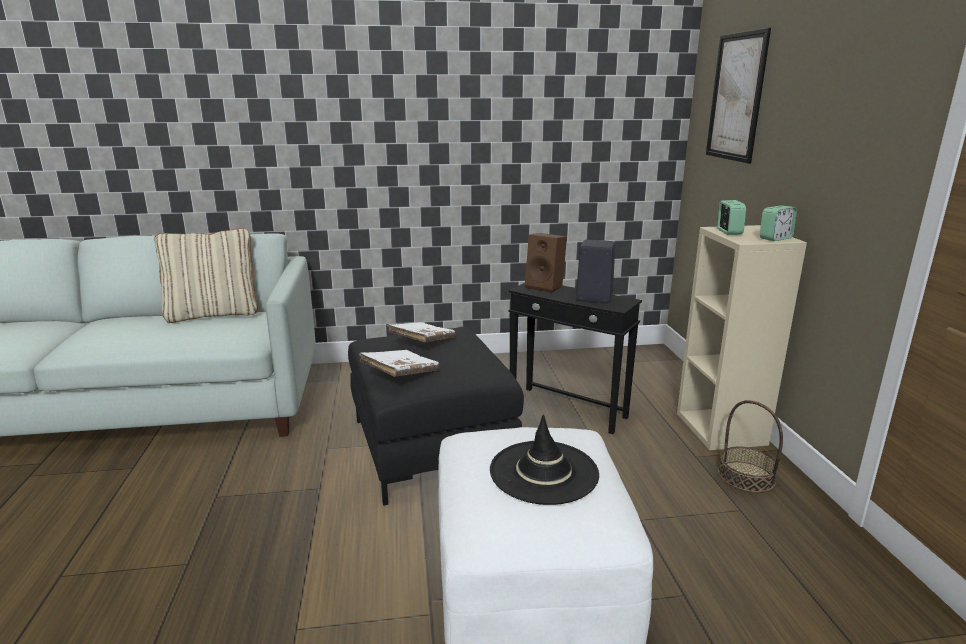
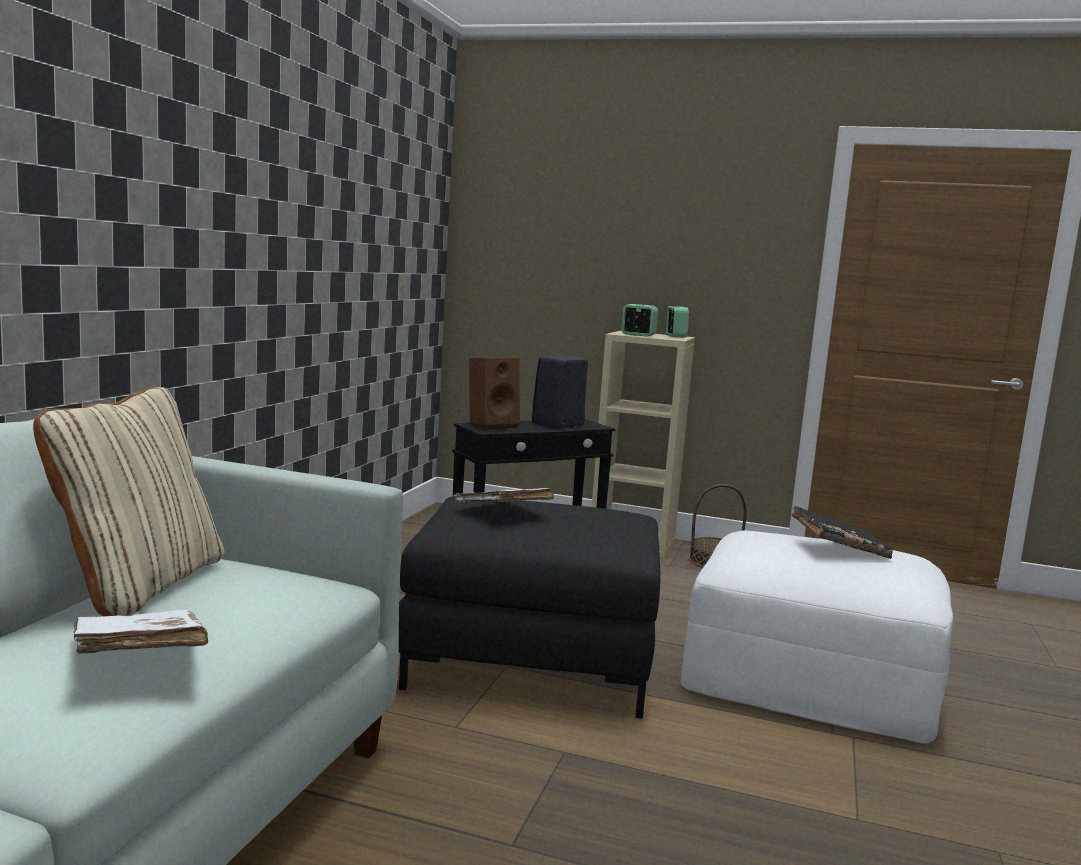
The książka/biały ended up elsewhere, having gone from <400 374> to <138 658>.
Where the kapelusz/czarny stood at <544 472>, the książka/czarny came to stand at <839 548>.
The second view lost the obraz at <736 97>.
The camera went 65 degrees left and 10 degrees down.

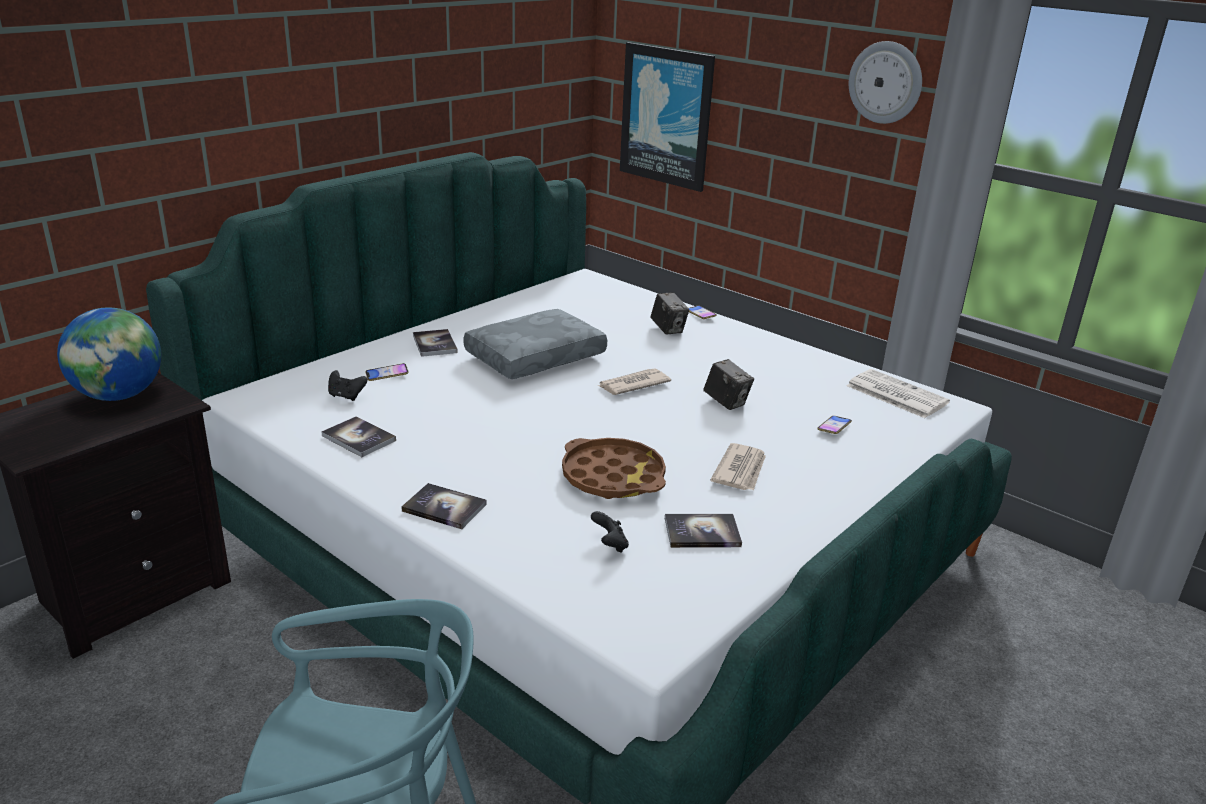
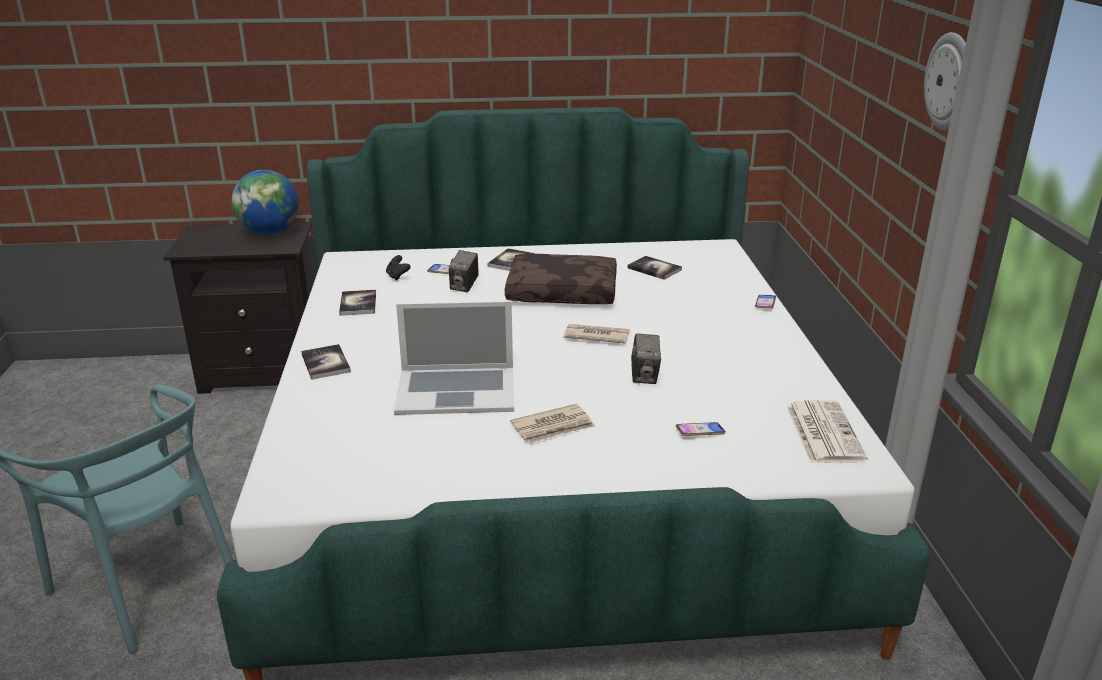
Where the taca/brązowy stood at <613 477>, the laptop came to stand at <456 390>.
The aparat fotograficzny ended up elsewhere, having gone from <668 329> to <464 286>.
What was the poduszka/szary at <535 356> turned into the poduszka/brązowy at <563 292>.
The książka ended up elsewhere, having gone from <702 532> to <654 269>.
The second view lost the pad do gier/czarny at <610 545>.
The second view lost the obraz at <666 116>.
The camera went 45 degrees right and 0 degrees up.

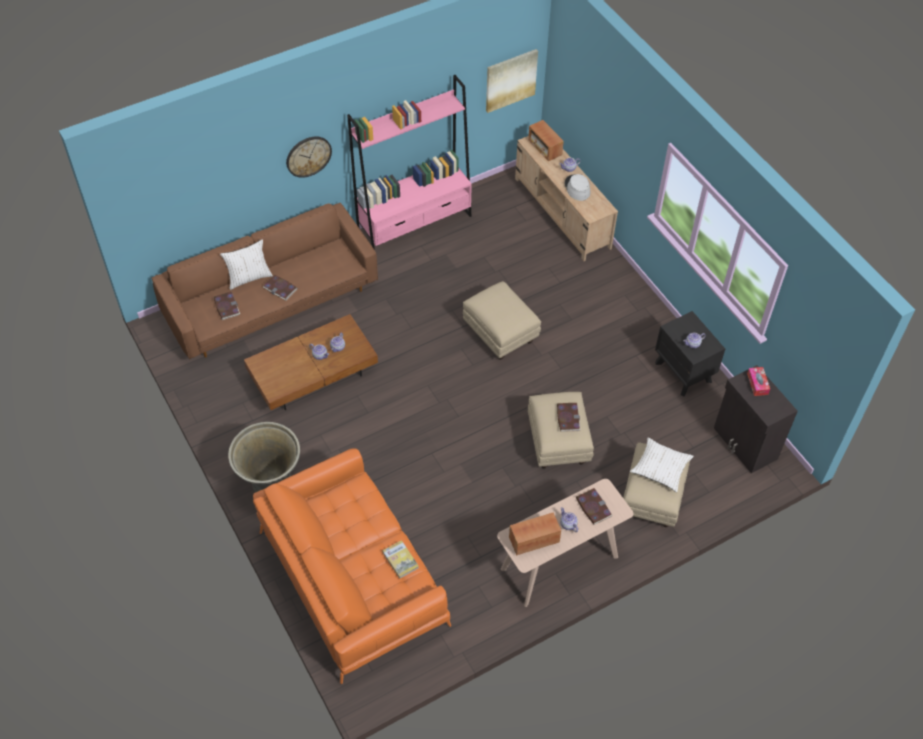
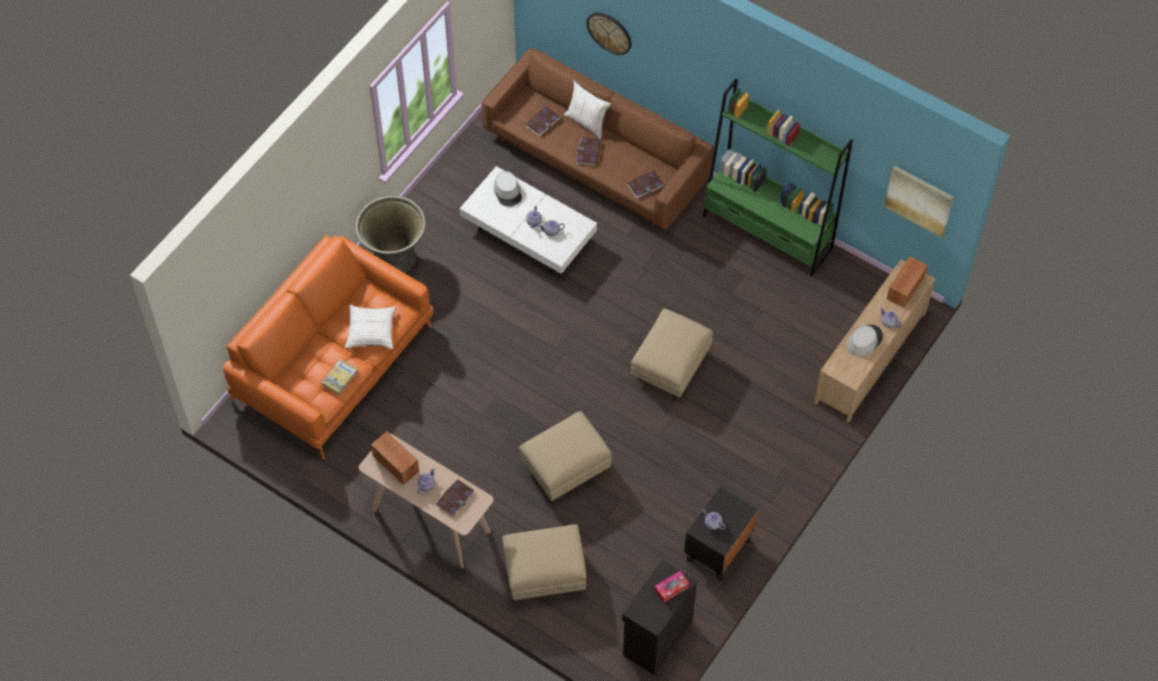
The poduszka/biały ended up elsewhere, having gone from <660 468> to <371 330>.
What was the ława/brązowy at <313 376> turned into the ława/biały at <529 234>.
The second view gained the kapelusz/szary at <508 191>.
The zegar ścienny ended up elsewhere, having gone from <308 156> to <609 32>.
The książka ended up elsewhere, having gone from <568 418> to <645 185>.
What was the regał/różowy at <415 224> turned into the regał/zielony at <768 232>.
The camera went 65 degrees right and 5 degrees up.

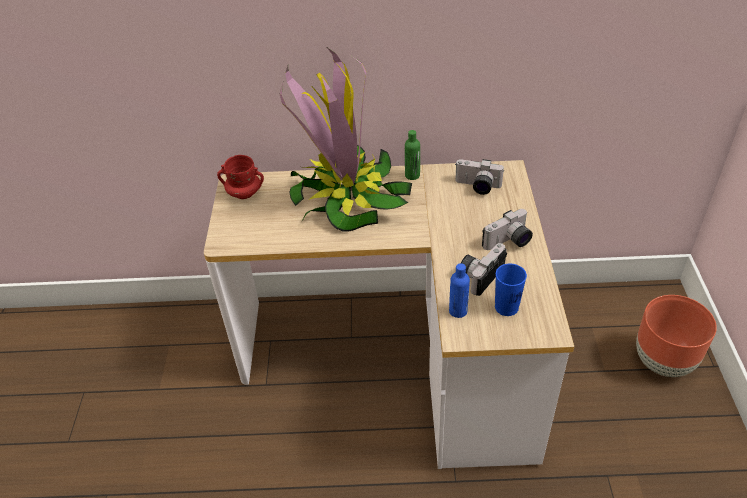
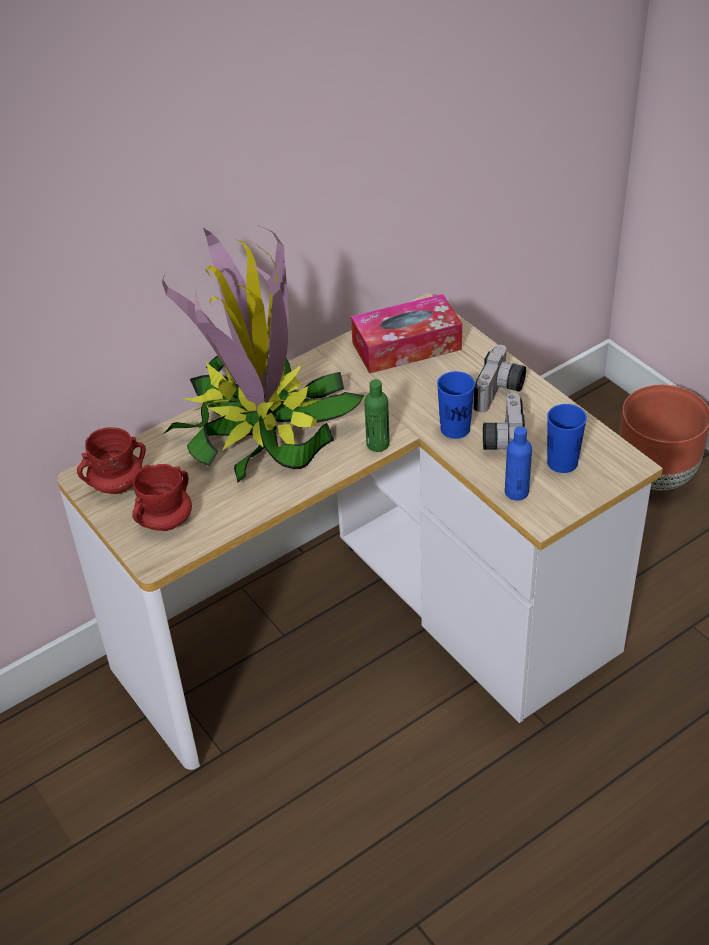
The second view gained the kubek/czerwony at <166 520>.
Where the aparat fotograficzny stood at <477 187>, the pudełko chusteczek came to stand at <406 346>.
The butelka/zielony ended up elsewhere, having gone from <412 175> to <378 444>.
The second view gained the filiżanka/niebieski at <455 429>.
The camera went 35 degrees left and 0 degrees up.

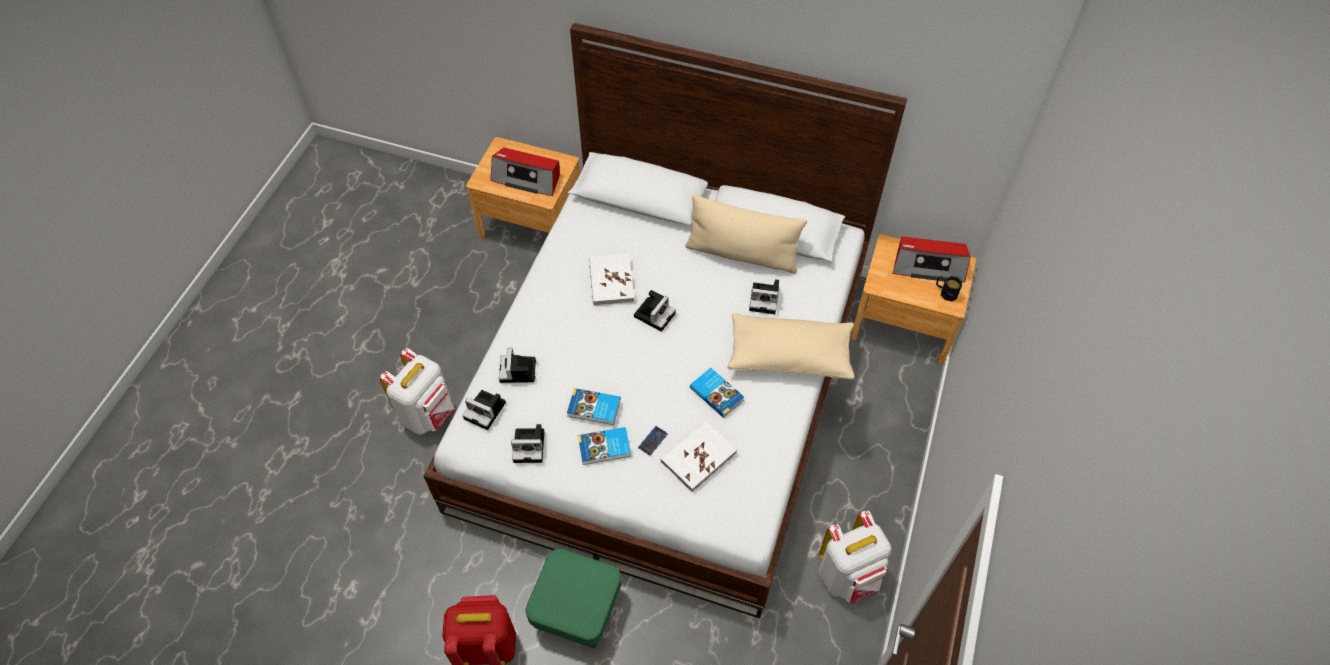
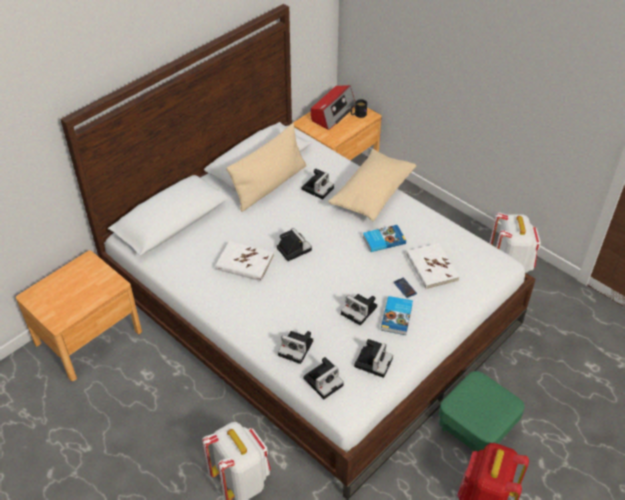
Where the książka stood at <594 409>, the aparat fotograficzny came to stand at <360 311>.
The second view lost the radio at <527 178>.
The camera went 65 degrees left and 10 degrees down.

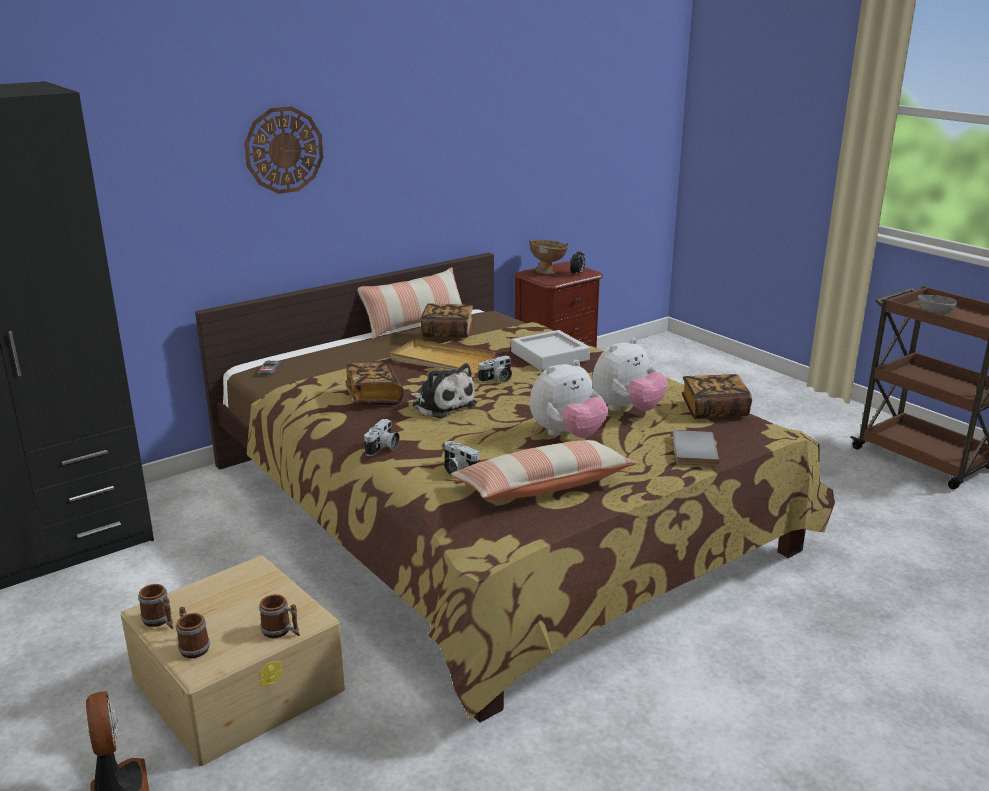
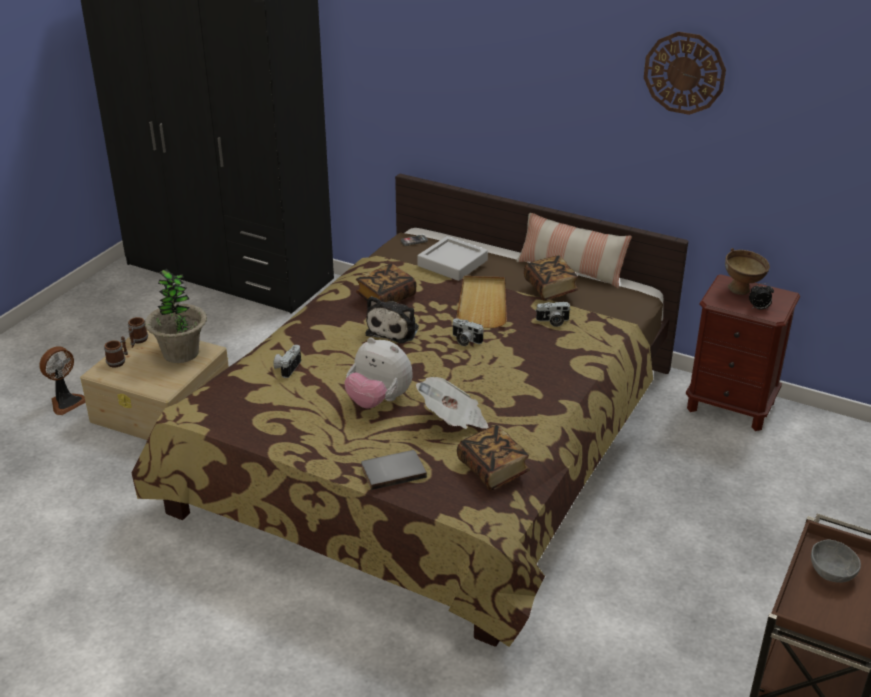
The second view gained the roślina doniczkowa at <180 353>.
Where the pluszak stood at <627 409>, the gazeta came to stand at <453 420>.
The taca/szary ended up elsewhere, having gone from <550 356> to <452 263>.
The aparat fotograficzny ended up elsewhere, having gone from <383 448> to <552 321>.
The zegar ścienny ended up elsewhere, having gone from <284 150> to <684 73>.
The second view lost the kubek at <281 631>.
The second view lost the poduszka at <543 486>.
The camera went 65 degrees right and 10 degrees up.

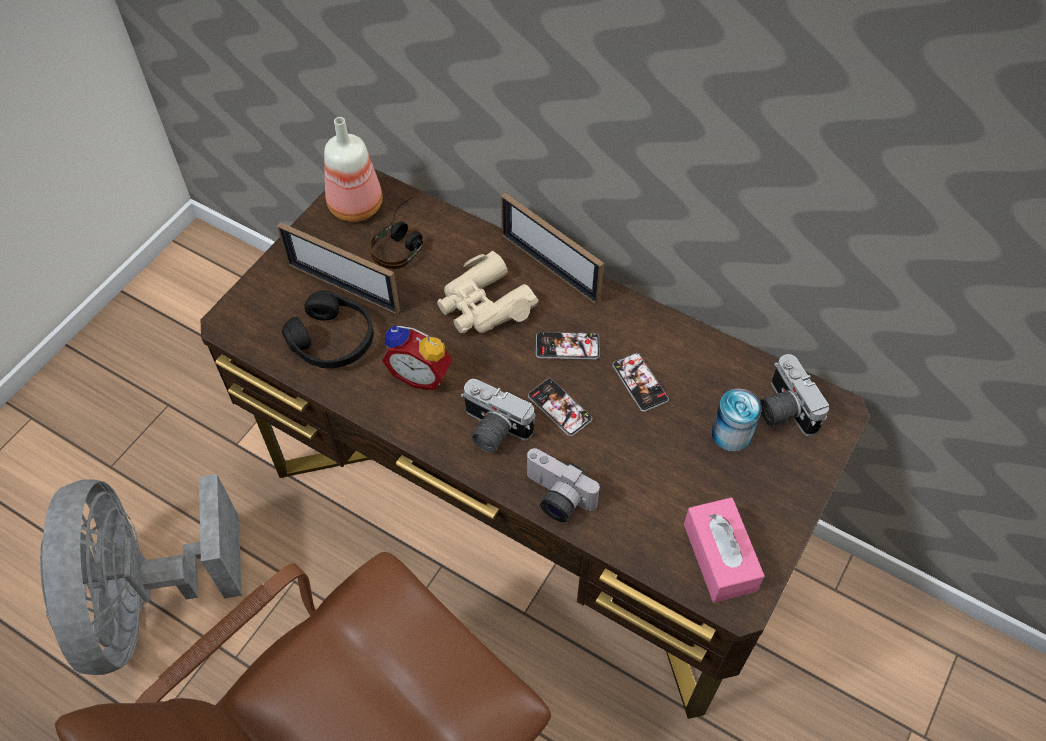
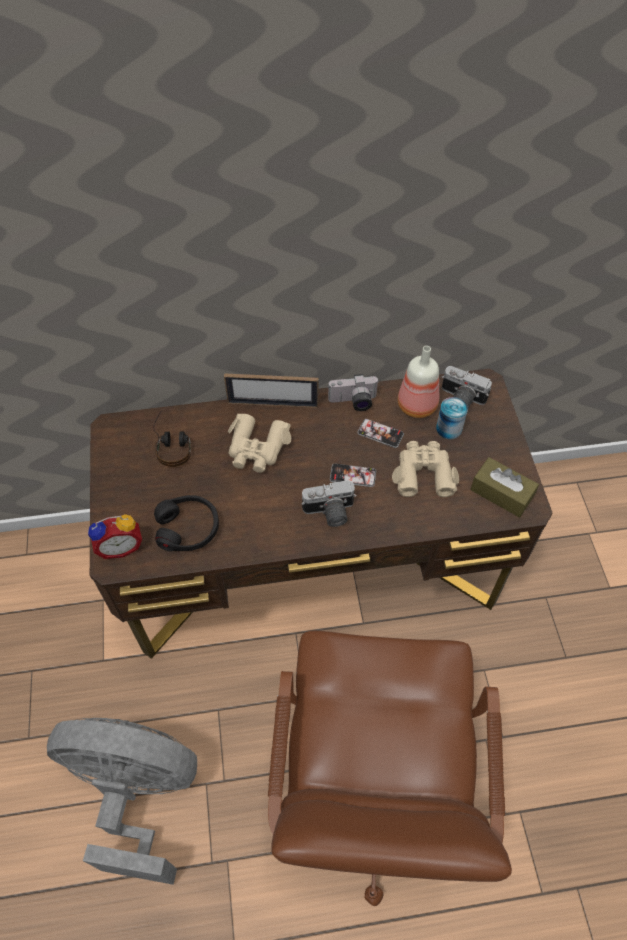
The wentylator/szary at <149 599> ended up facing another way, 150 degrees clockwise from before.
The budzik ended up elsewhere, having gone from <421 374> to <120 546>.
The aparat fotograficzny ended up elsewhere, having gone from <555 498> to <353 402>.
The second view gained the lornetka/beżowy at <423 473>.
The butelka ended up elsewhere, having gone from <357 207> to <418 405>.
What was the pudełko chusteczek/różowy at <719 557> turned into the pudełko chusteczek/brązowy at <501 493>.
The second view lost the ramka na zdjęcie at <343 287>.
The second view lost the telefon at <567 346>.
The camera went 40 degrees left and 0 degrees up.

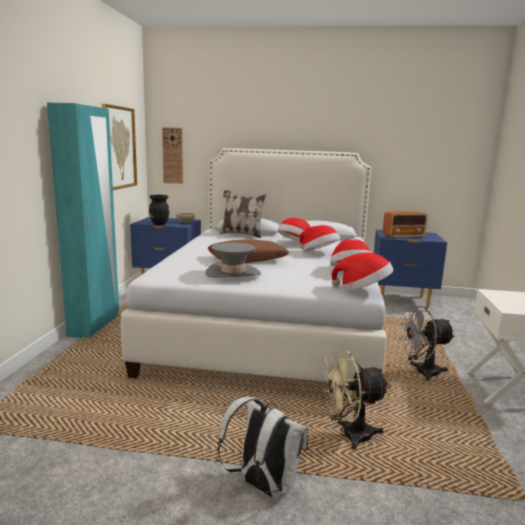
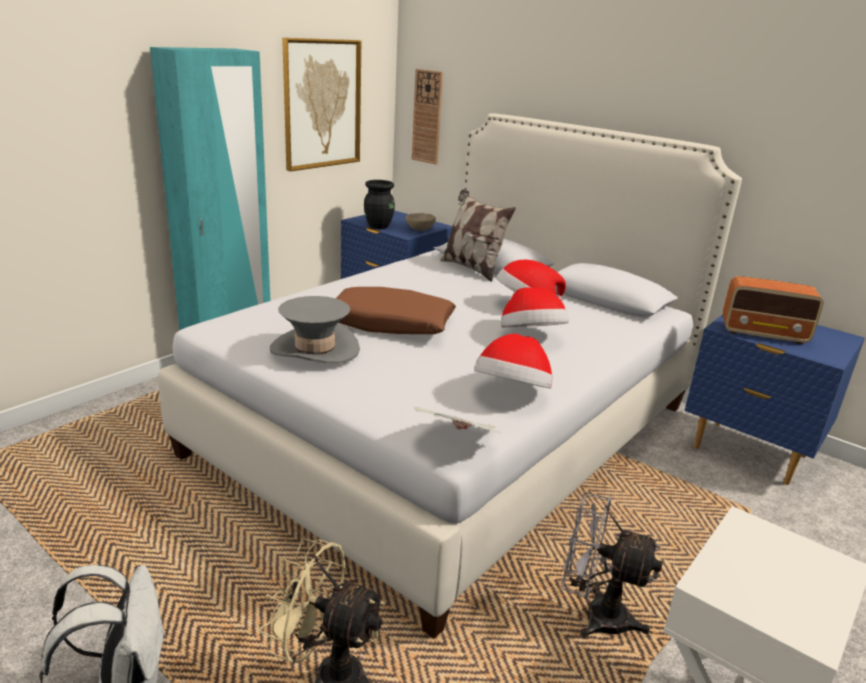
Where the kapelusz stood at <362 290>, the gazeta came to stand at <460 442>.
The camera went 30 degrees right and 10 degrees up.

